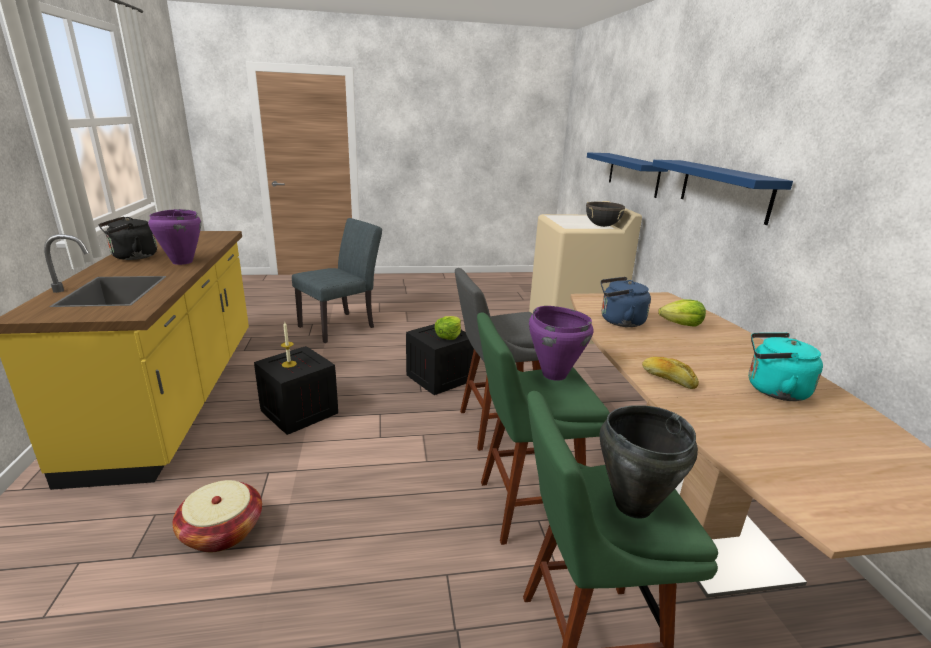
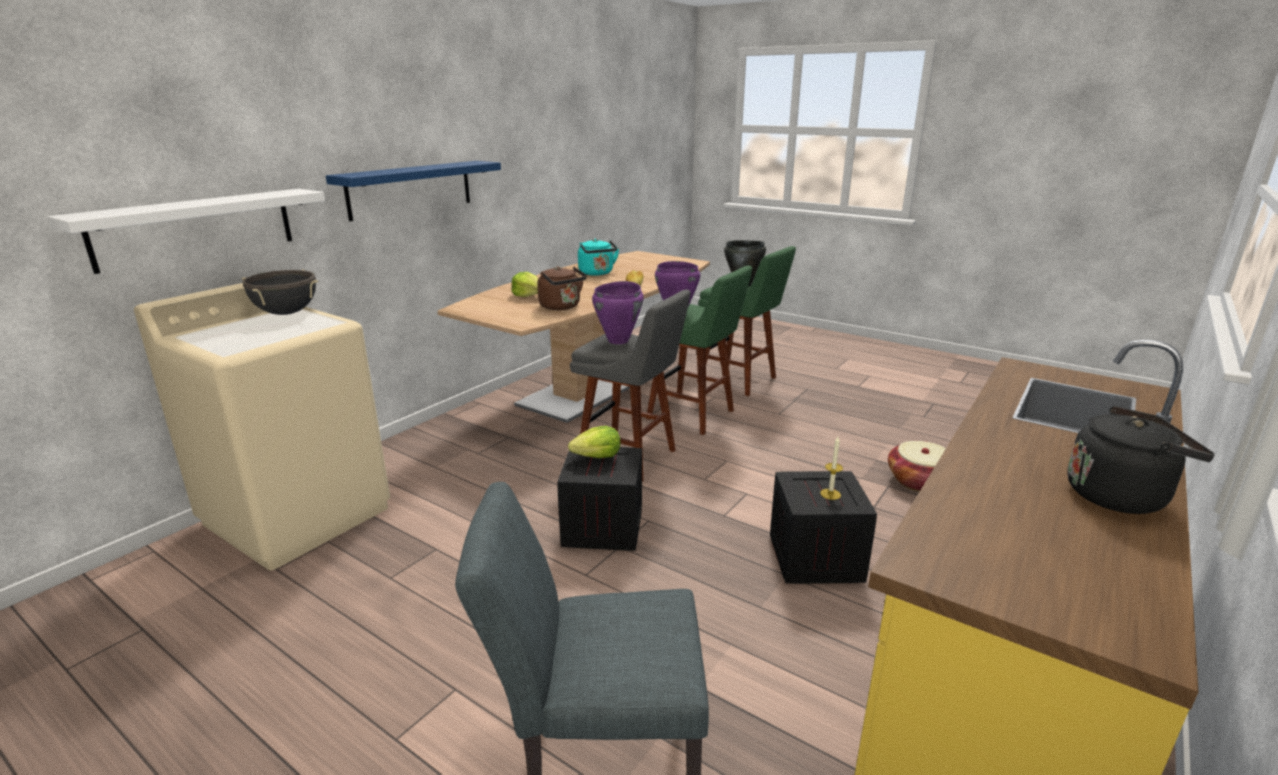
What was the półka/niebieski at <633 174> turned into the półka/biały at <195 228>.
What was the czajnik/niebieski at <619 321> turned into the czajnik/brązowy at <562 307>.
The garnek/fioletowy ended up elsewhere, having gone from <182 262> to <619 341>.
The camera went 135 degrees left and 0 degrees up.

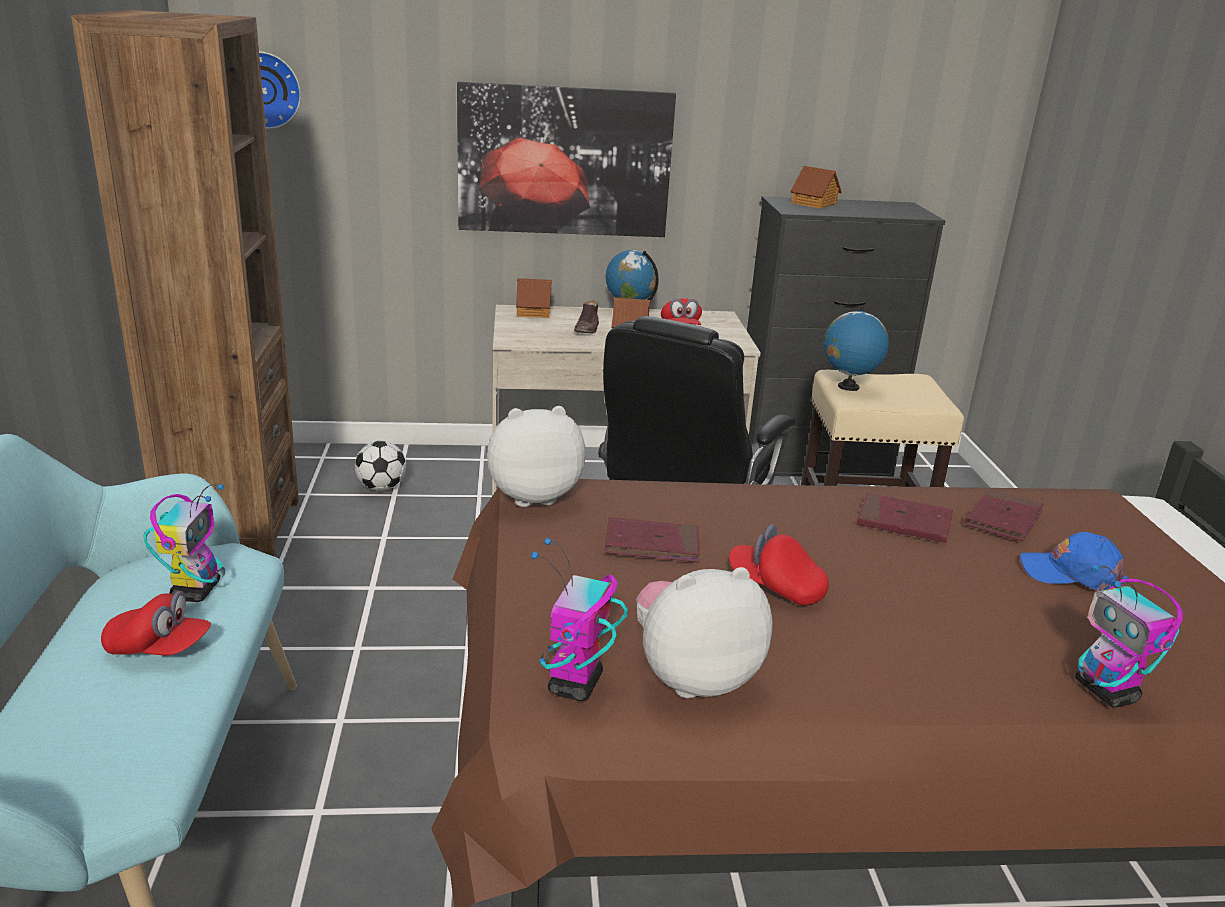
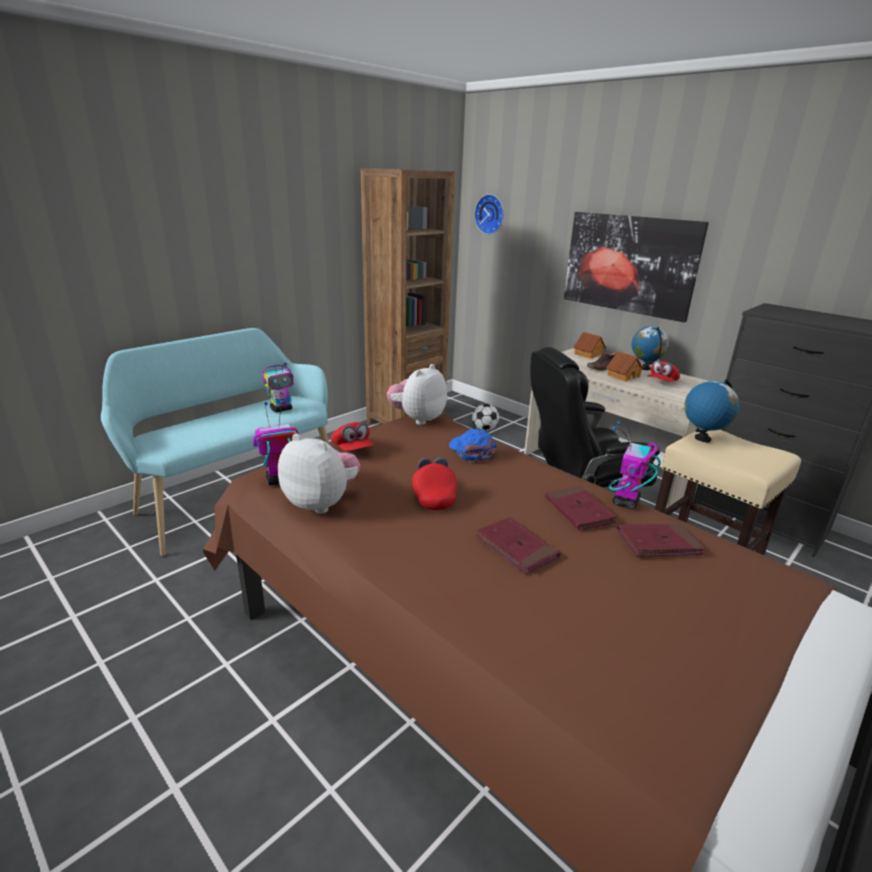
The czapka z daszkiem/czerwony ended up elsewhere, having gone from <159 648> to <352 449>.
The pluszak at <532 495> ended up facing another way, 90 degrees counterclockwise from before.
The czapka z daszkiem/niebieski ended up elsewhere, having gone from <1071 573> to <471 451>.
The książka/czerwony ended up elsewhere, having gone from <651 544> to <516 548>.
The robot zabawkowy ended up elsewhere, having gone from <1107 692> to <625 502>.
The second view lost the domek at <814 203>.
The camera went 50 degrees right and 0 degrees up.

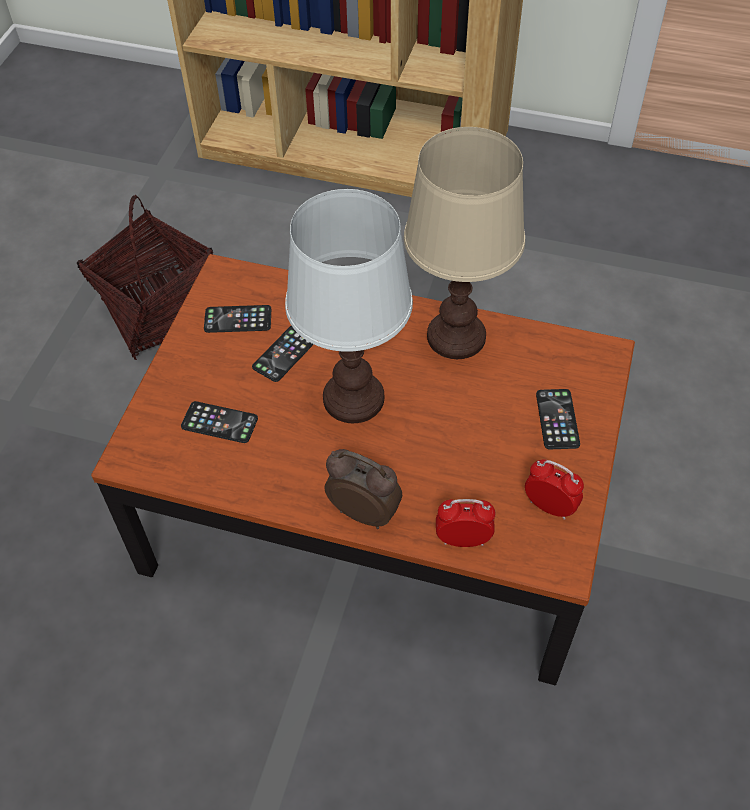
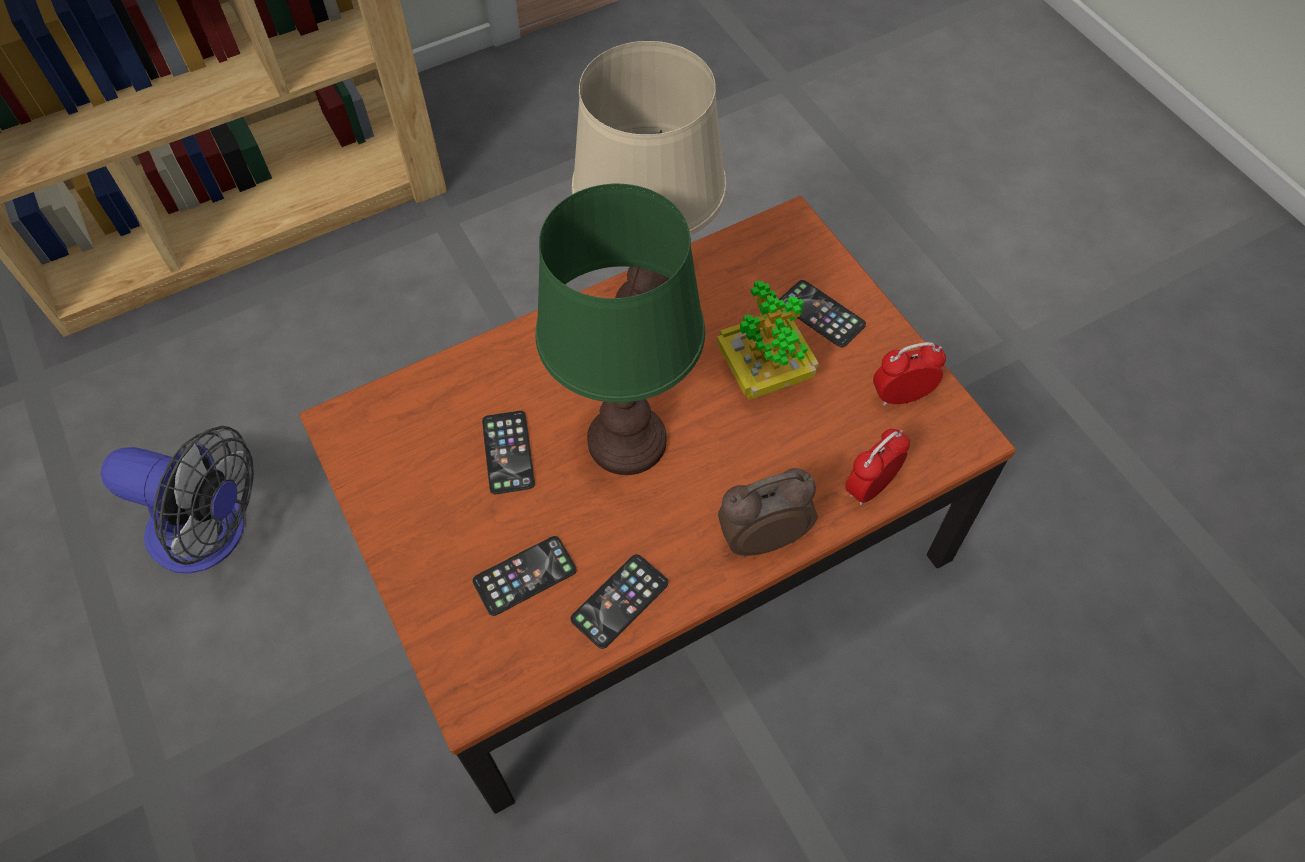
Where the koszyk stood at <160 312>, the wentylator came to stand at <212 534>.
What was the lampa stołowa/biały at <353 399> turned into the lampa stołowa/zielony at <627 442>.
The telefon ended up elsewhere, having gone from <238 319> to <619 601>.
The second view gained the roślina doniczkowa at <764 372>.
The camera went 45 degrees left and 5 degrees up.

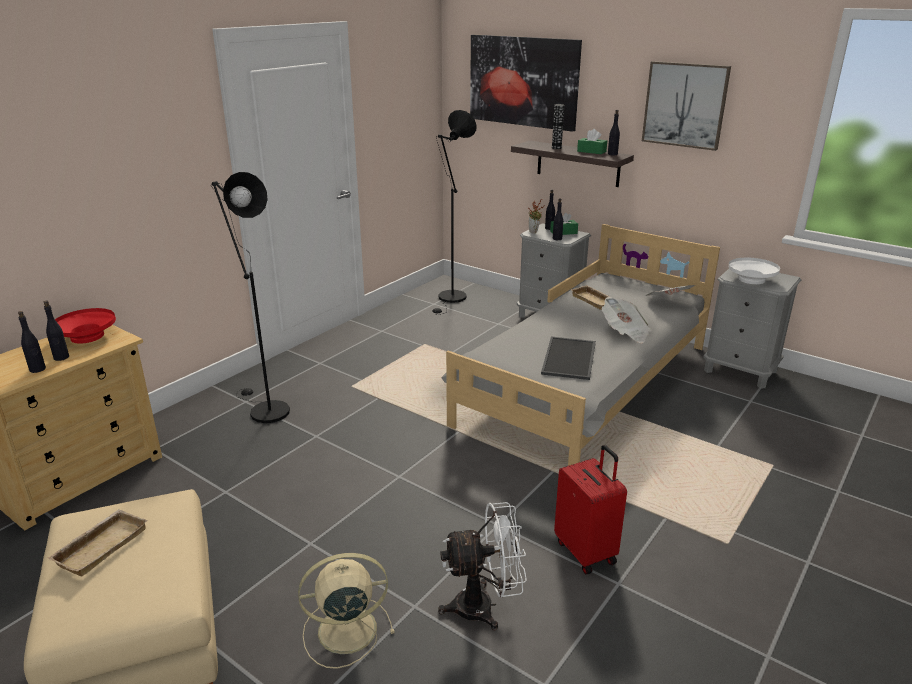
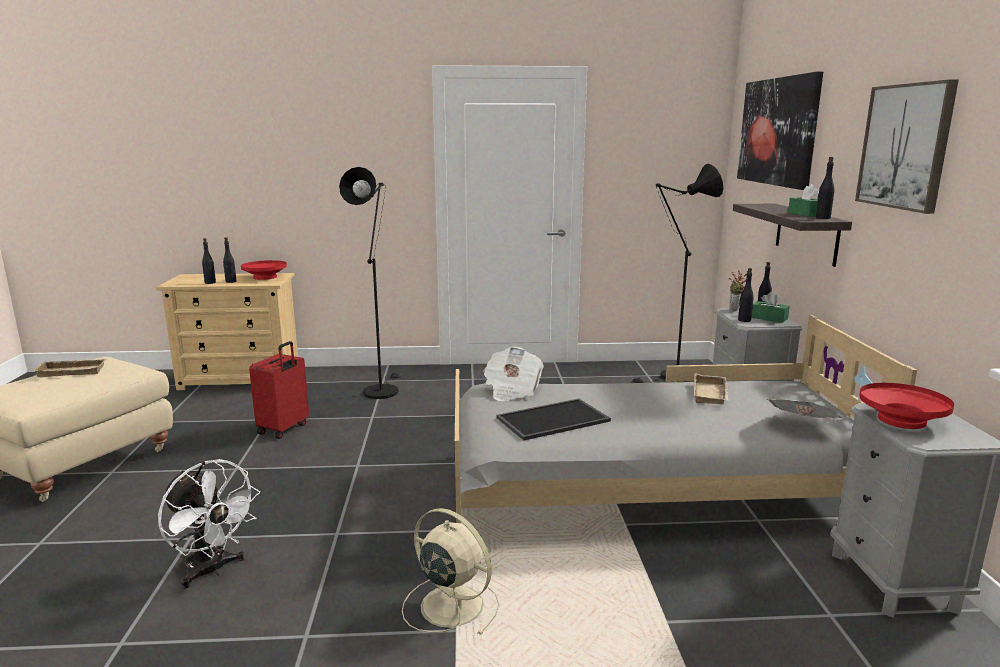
The walizka/czerwony ended up elsewhere, having gone from <586 551> to <284 429>.
The wentylator/beżowy ended up elsewhere, having gone from <344 630> to <450 604>.
The gazeta ended up elsewhere, having gone from <625 332> to <512 390>.
What was the miska/biały at <751 279> turned into the miska/czerwony at <901 420>.
The second view lost the wazon at <556 148>.
The camera went 50 degrees right and 10 degrees down.

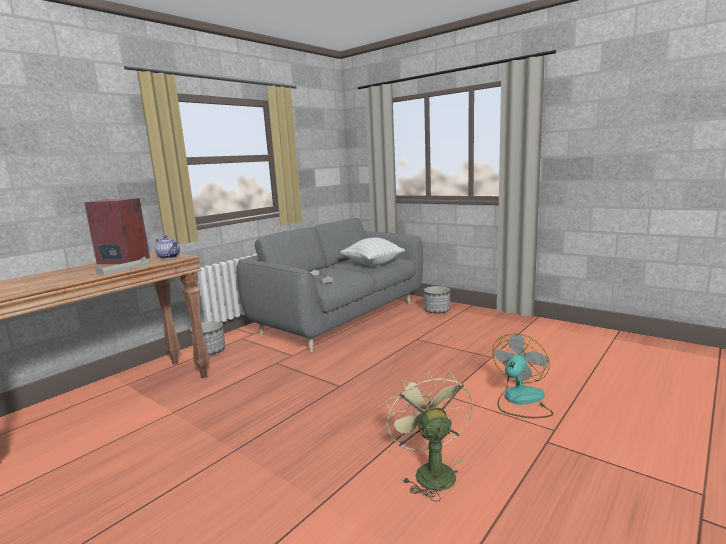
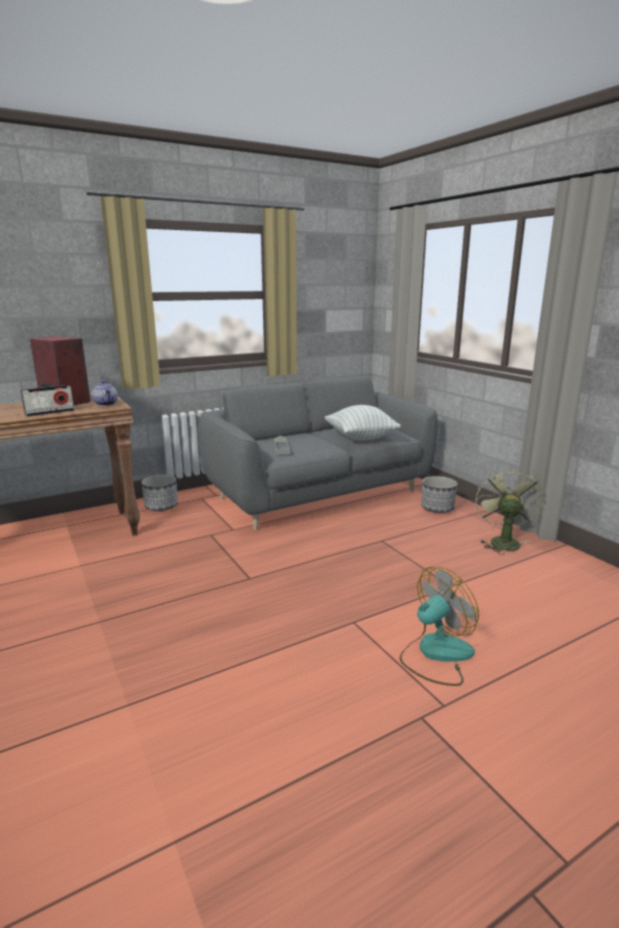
Where the taca/szary stood at <123 269>, the radio came to stand at <50 412>.
The wentylator/zielony ended up elsewhere, having gone from <430 471> to <502 541>.
The camera went 20 degrees right and 5 degrees up.

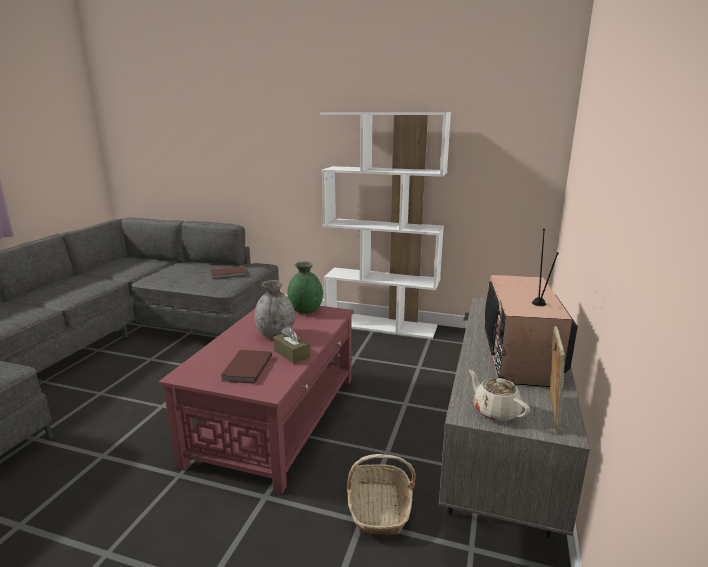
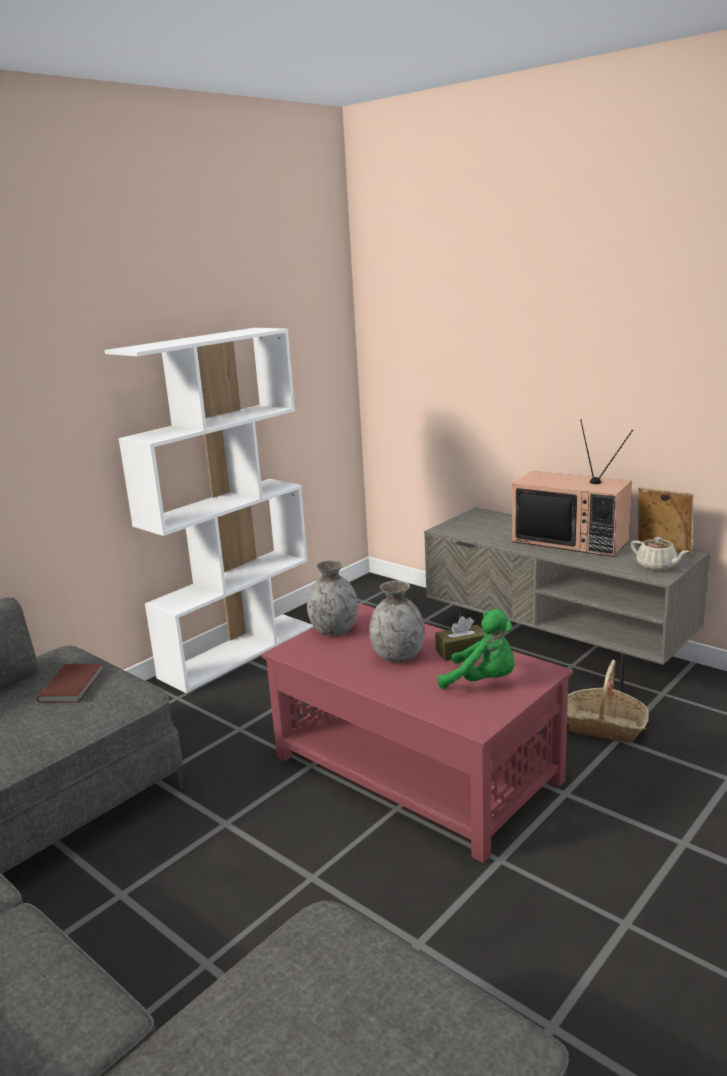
What was the wazon/zielony at <306 310> turned into the wazon/szary at <334 630>.
Where the książka/brązowy stood at <246 368>, the pluszak/zielony came to stand at <483 681>.
The imbryk/beżowy at <495 411> ended up facing another way, 120 degrees counterclockwise from before.
The camera went 65 degrees left and 0 degrees up.

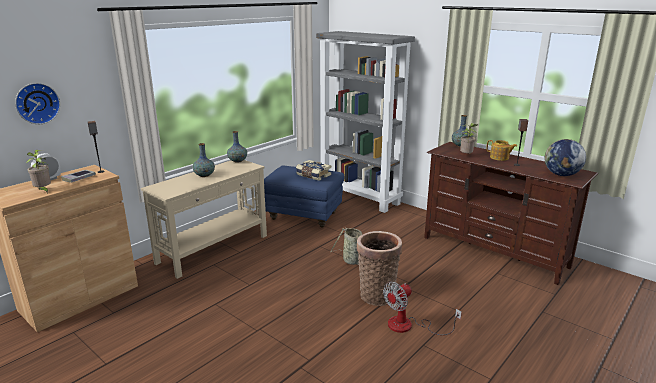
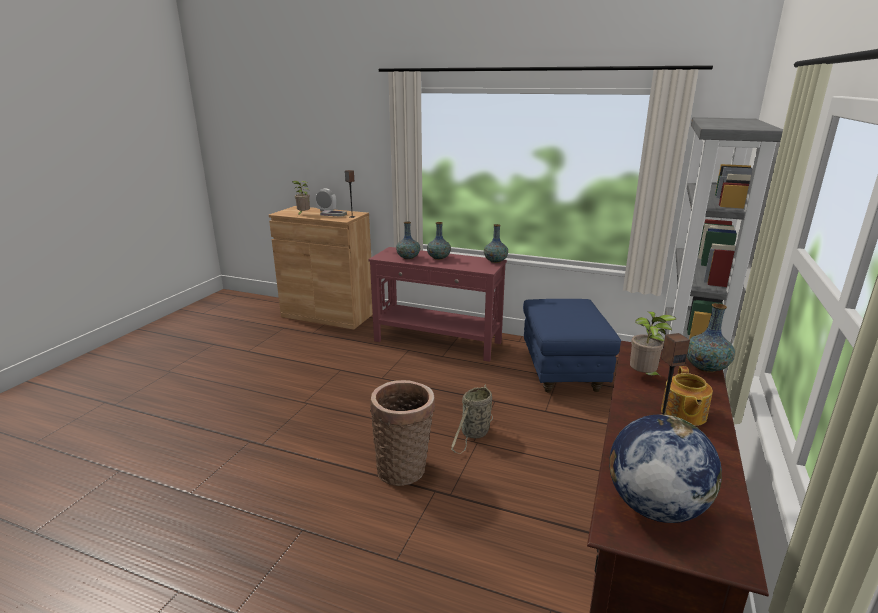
What was the stolik konsolowy/beżowy at <214 249> turned into the stolik konsolowy/czerwony at <438 342>.
The second view gained the wazon at <408 258>.
The second view lost the zegar ścienny at <37 103>.
The second view lost the książka at <313 175>.
The second view lost the wentylator at <409 326>.
The camera went 70 degrees right and 0 degrees up.

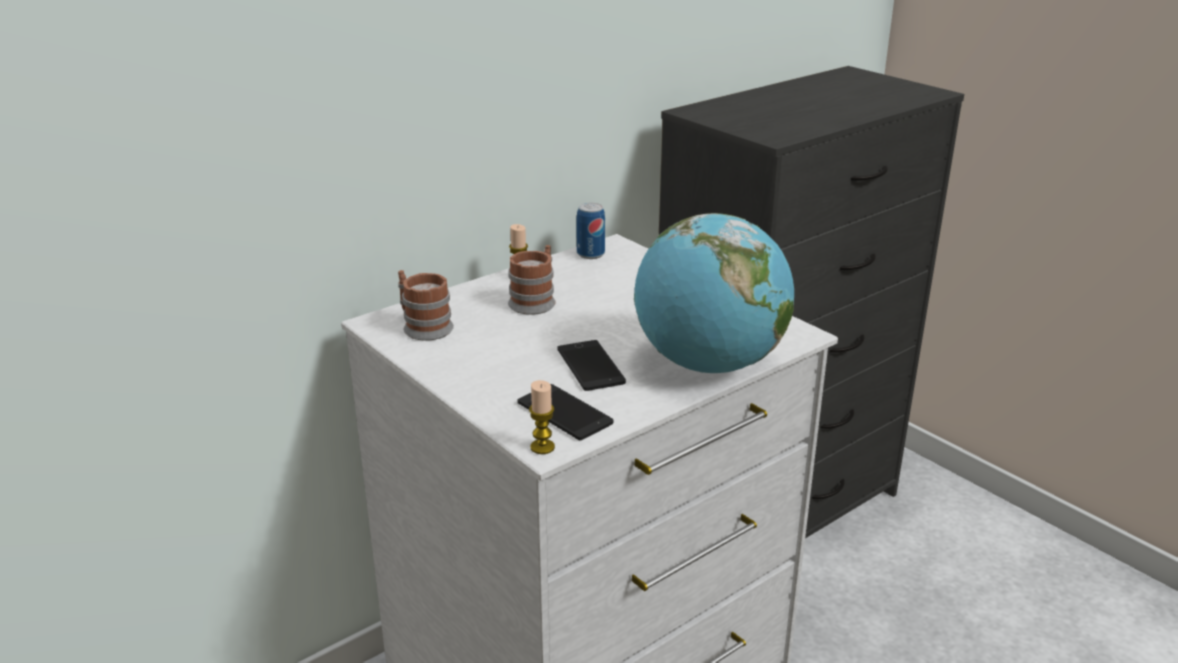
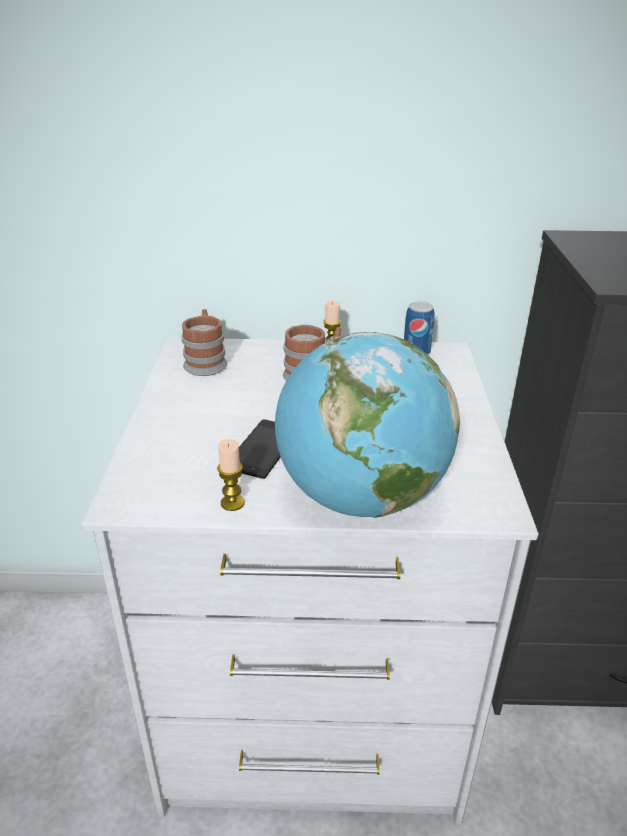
The świeca ended up elsewhere, having gone from <542 447> to <232 503>.
The second view lost the telefon at <564 413>.
The camera went 40 degrees right and 5 degrees up.

